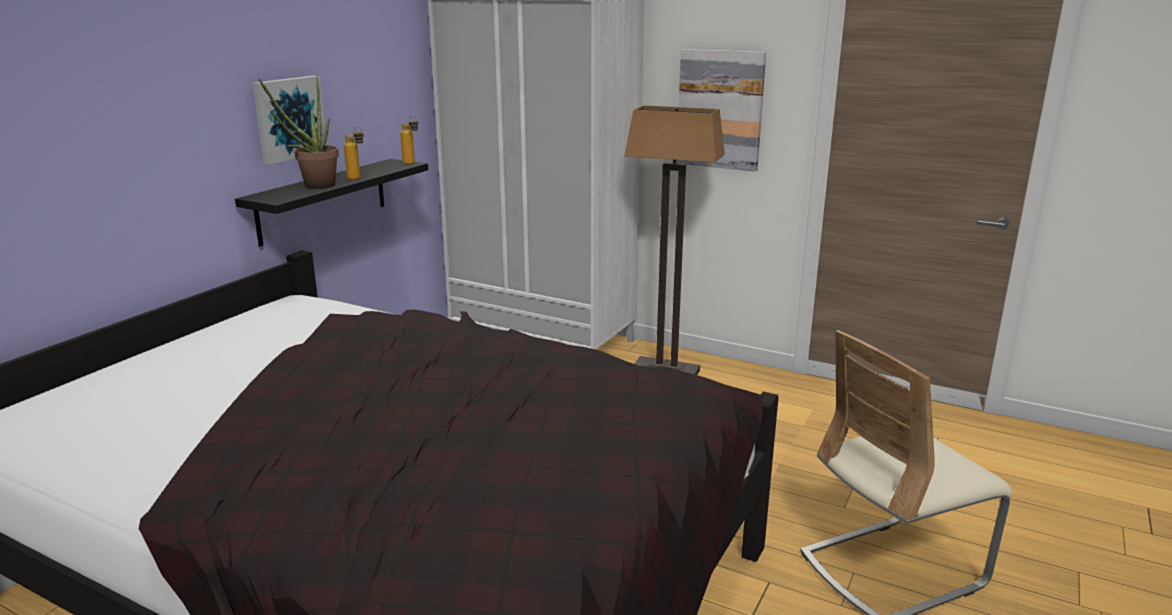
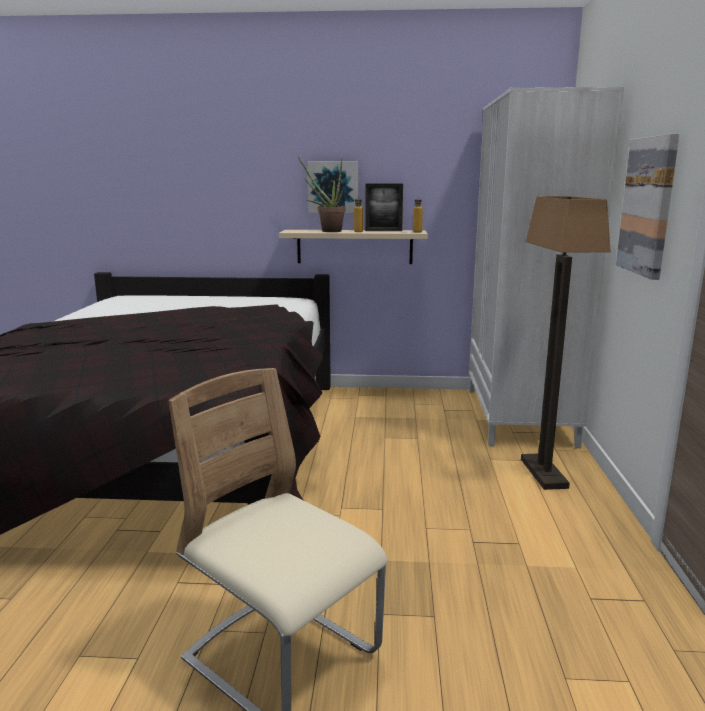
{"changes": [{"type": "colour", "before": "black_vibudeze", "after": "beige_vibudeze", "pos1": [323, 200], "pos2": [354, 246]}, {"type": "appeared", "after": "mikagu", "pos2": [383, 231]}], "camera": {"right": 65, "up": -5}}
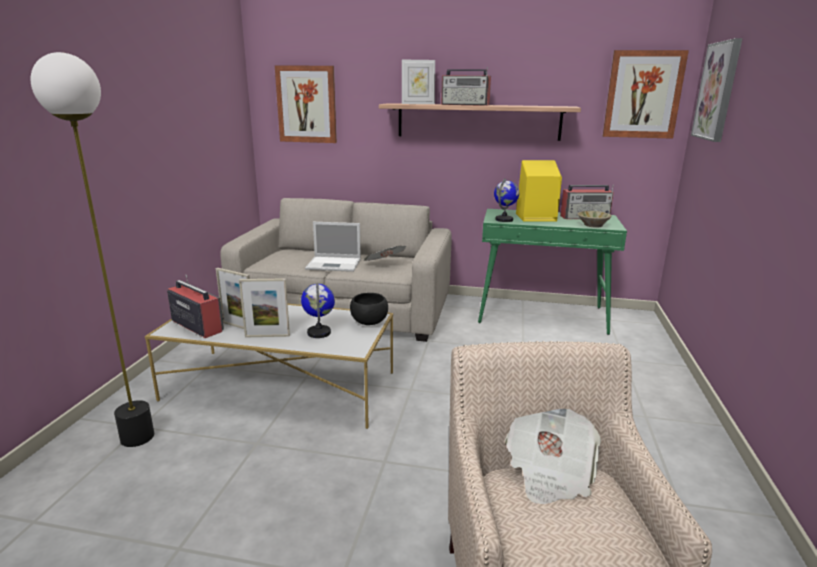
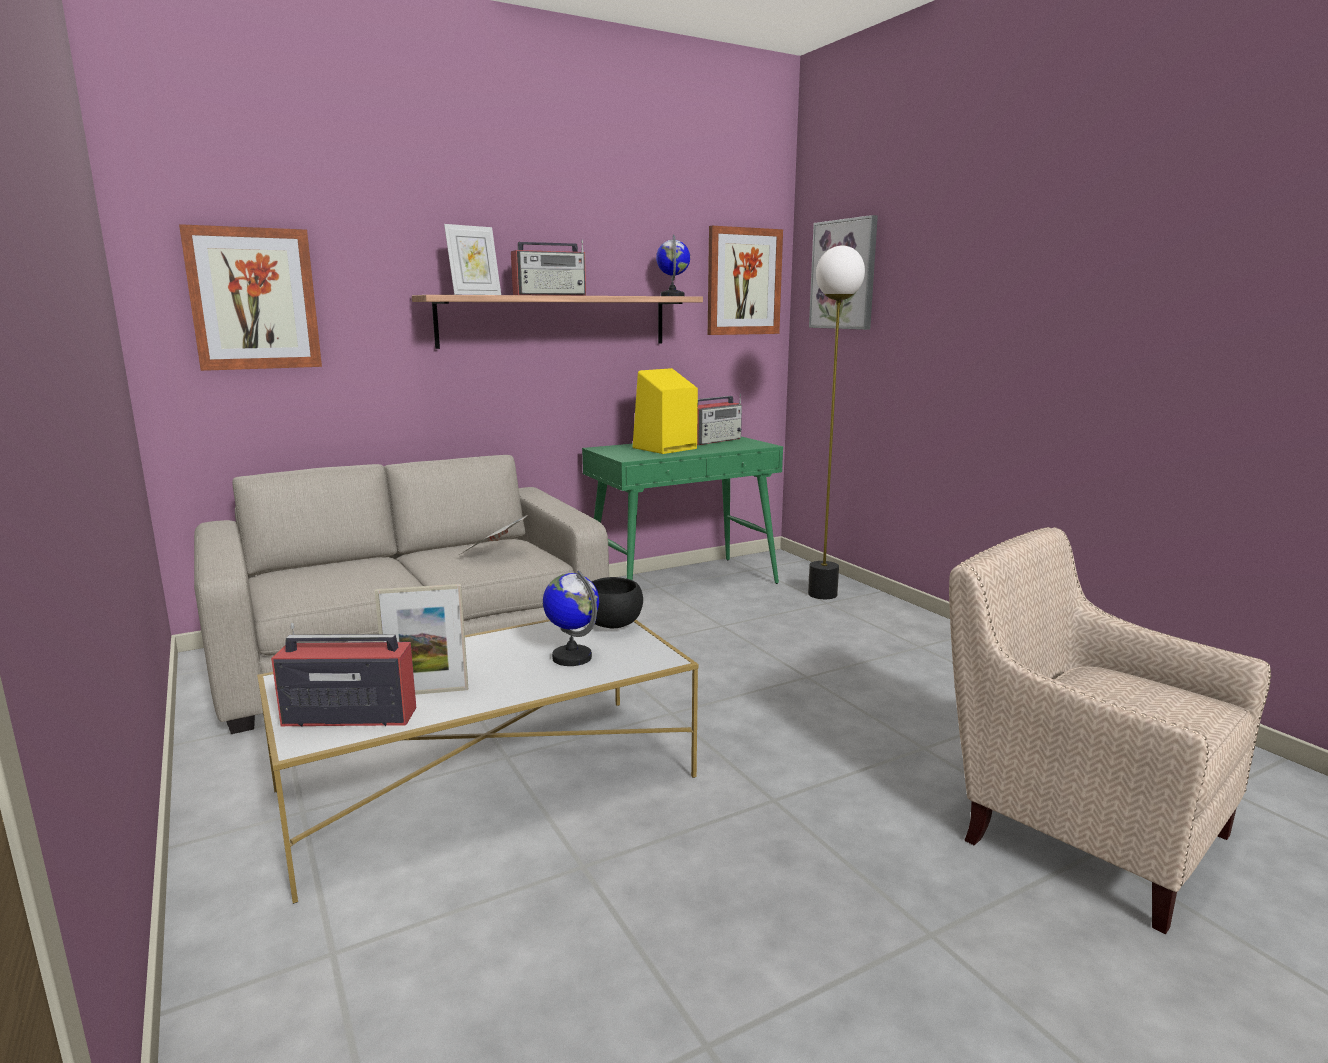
{"changes": [{"type": "relocated", "before": "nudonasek", "pos1": [137, 437], "pos2": [822, 594]}, {"type": "relocated", "before": "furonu", "pos1": [504, 220], "pos2": [672, 296]}, {"type": "missing", "before": "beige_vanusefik", "pos1": [592, 225]}, {"type": "missing", "before": "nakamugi", "pos1": [335, 264]}, {"type": "missing", "before": "mikagu", "pos1": [267, 336]}, {"type": "missing", "before": "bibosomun", "pos1": [549, 472]}], "camera": {"right": -40, "up": -5}}
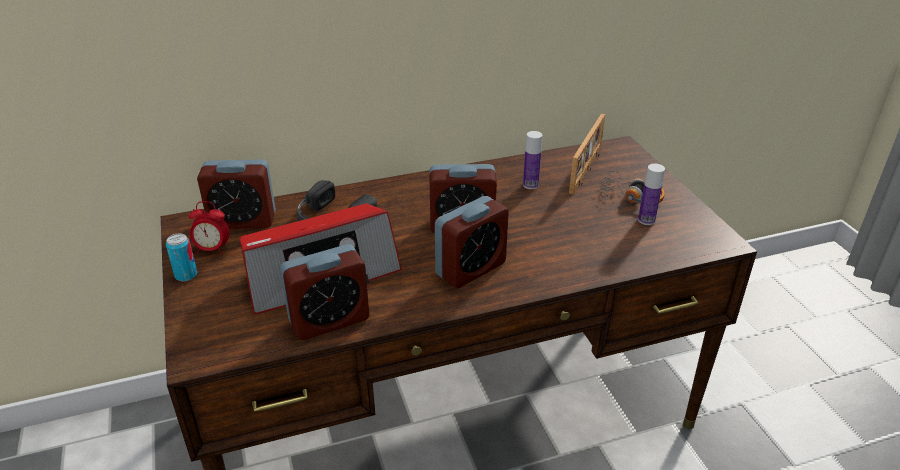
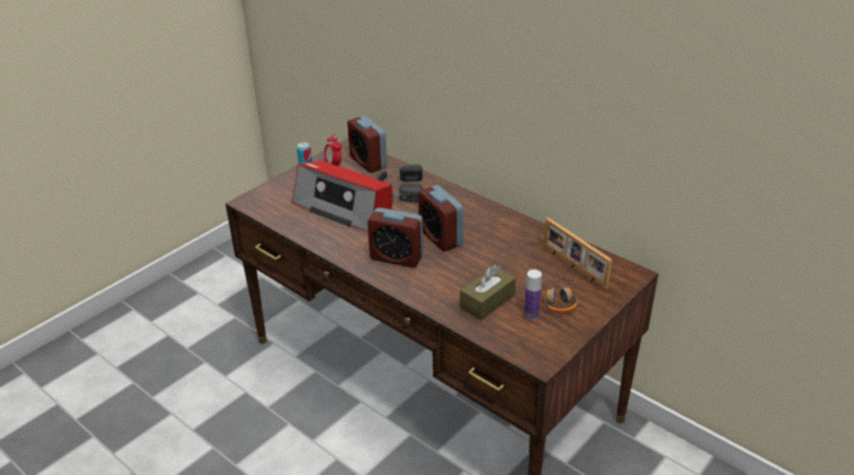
{"changes": [{"type": "spun", "before": "mikagu", "pos1": [587, 170], "pos2": [573, 267], "turn": 60}, {"type": "missing", "before": "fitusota", "pos1": [530, 185]}, {"type": "missing", "before": "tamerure", "pos1": [329, 320]}, {"type": "appeared", "after": "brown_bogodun", "pos2": [487, 301]}], "camera": {"right": 60, "up": 0}}
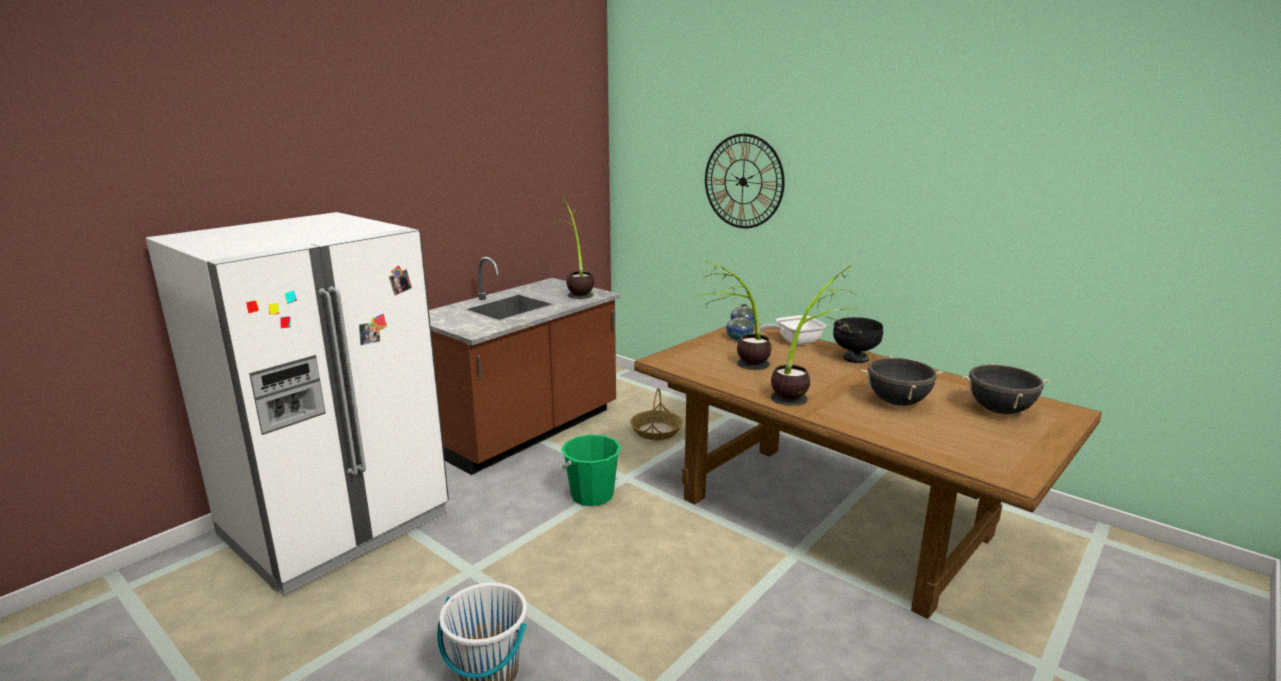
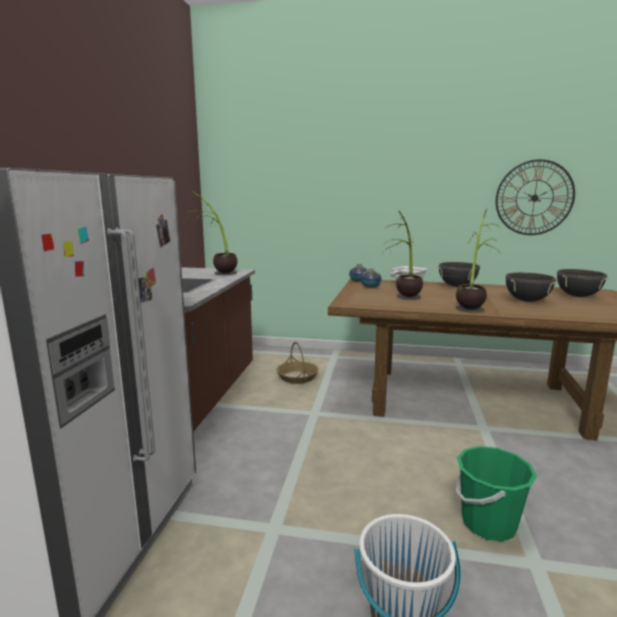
{"changes": [{"type": "relocated", "before": "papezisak", "pos1": [743, 181], "pos2": [534, 198]}, {"type": "exchanged", "before": "black_vanusefik", "after": "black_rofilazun", "pos1": [854, 358], "pos2": [457, 286]}, {"type": "relocated", "before": "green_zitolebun", "pos1": [592, 495], "pos2": [488, 523]}], "camera": {"right": -30, "up": -5}}
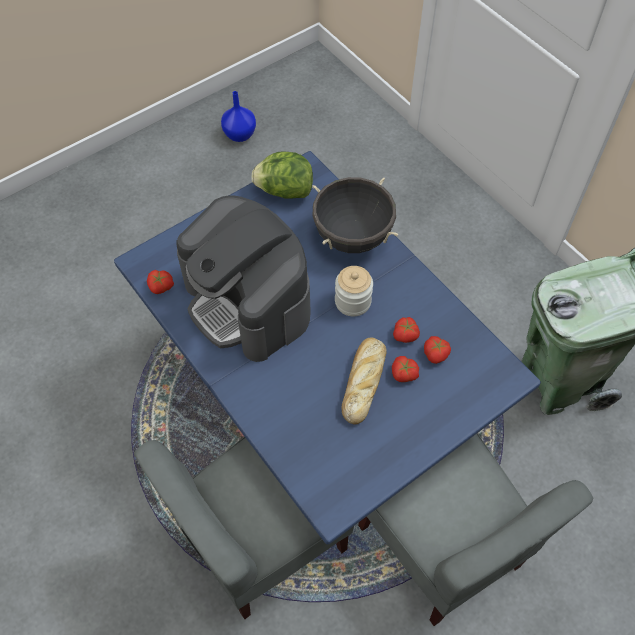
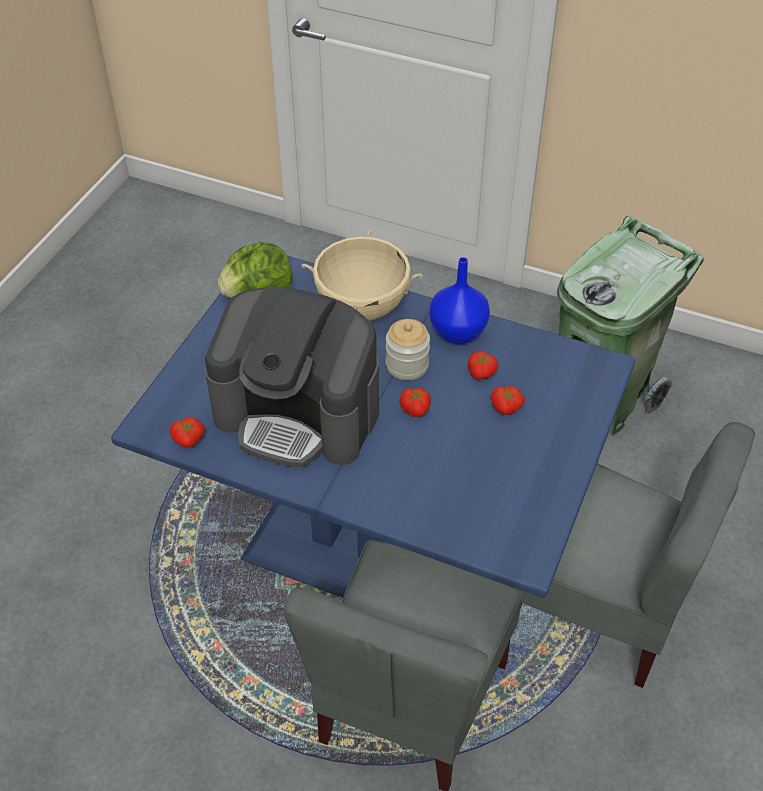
{"changes": [{"type": "relocated", "before": "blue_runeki", "pos1": [239, 134], "pos2": [456, 332]}, {"type": "colour", "before": "black_rofilazun", "after": "beige_rofilazun", "pos1": [352, 237], "pos2": [362, 307]}, {"type": "relocated", "before": "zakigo", "pos1": [436, 354], "pos2": [415, 408]}, {"type": "missing", "before": "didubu", "pos1": [364, 381]}], "camera": {"right": -30, "up": -10}}
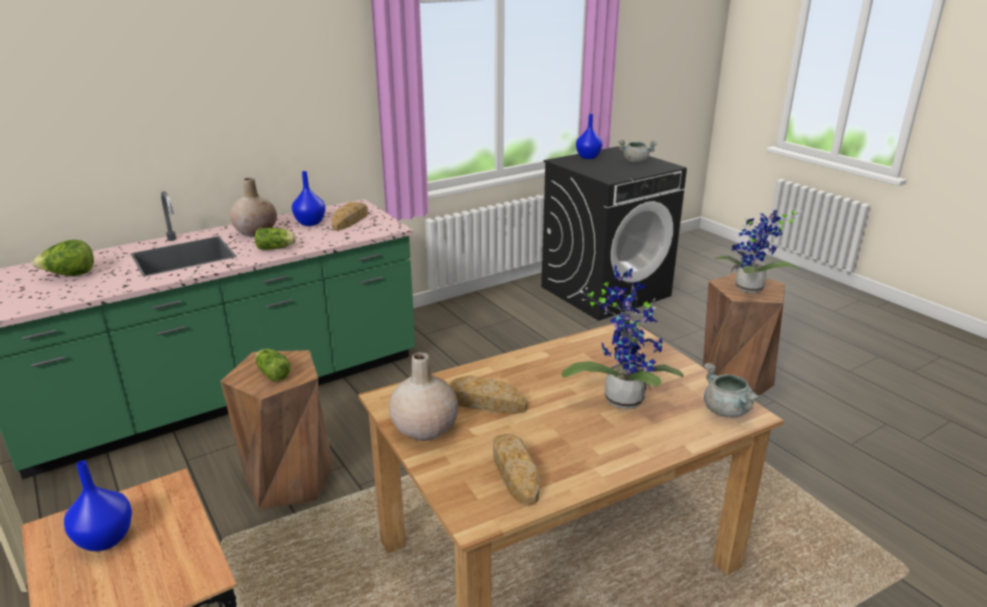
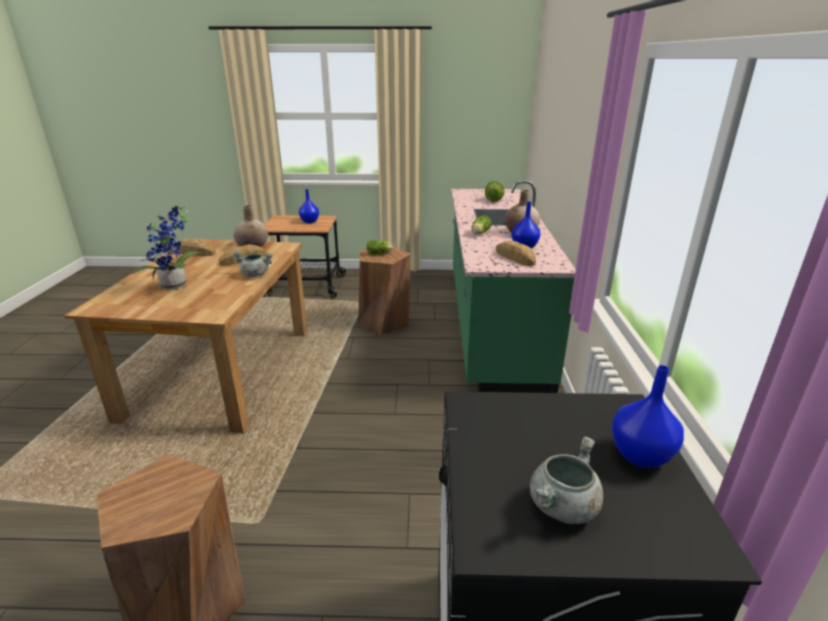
{"changes": [{"type": "missing", "before": "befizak", "pos1": [750, 290]}, {"type": "relocated", "before": "grey_rofilazun", "pos1": [727, 411], "pos2": [255, 274]}], "camera": {"right": 125, "up": 0}}
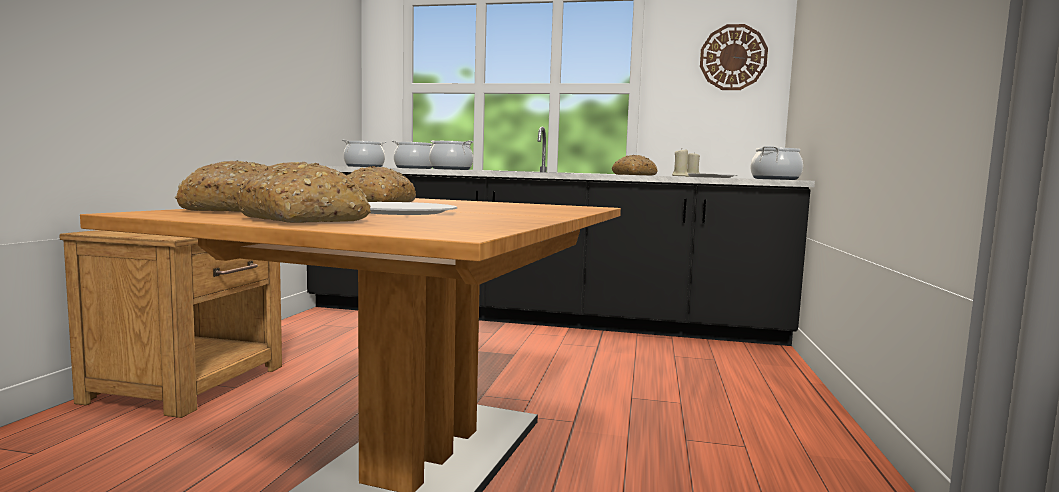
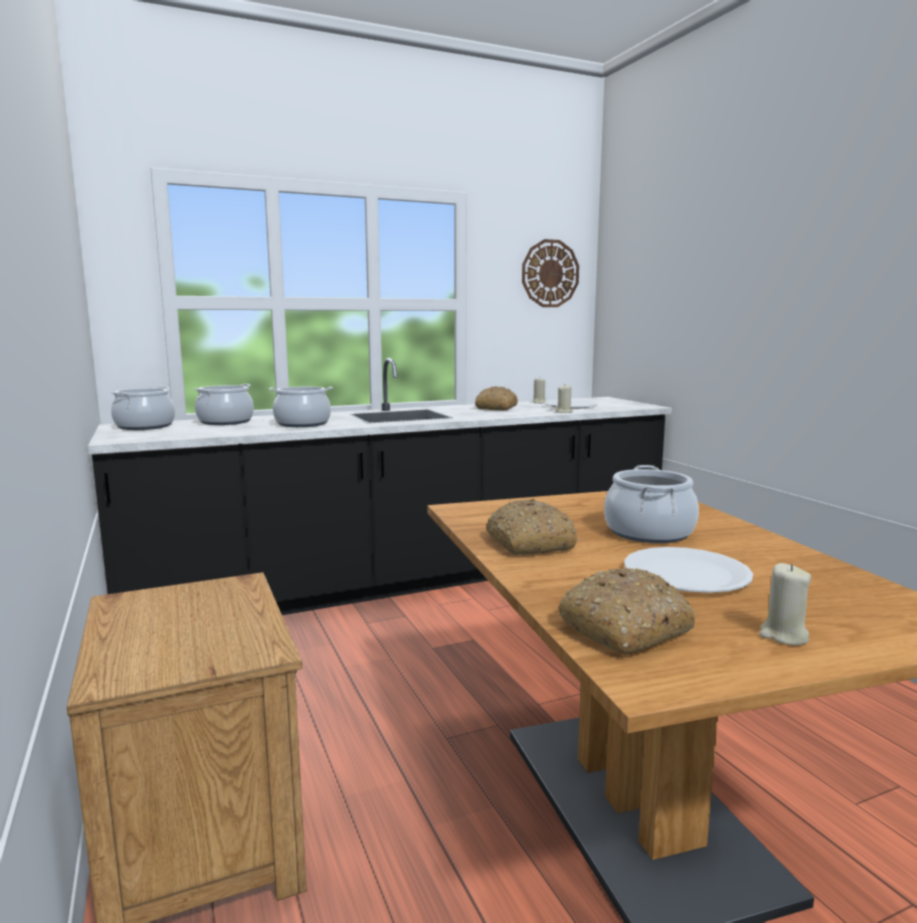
{"changes": [{"type": "relocated", "before": "rofilazun", "pos1": [775, 179], "pos2": [649, 532]}, {"type": "exchanged", "before": "didubu", "after": "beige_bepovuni", "pos1": [306, 219], "pos2": [783, 636]}], "camera": {"right": -35, "up": 5}}
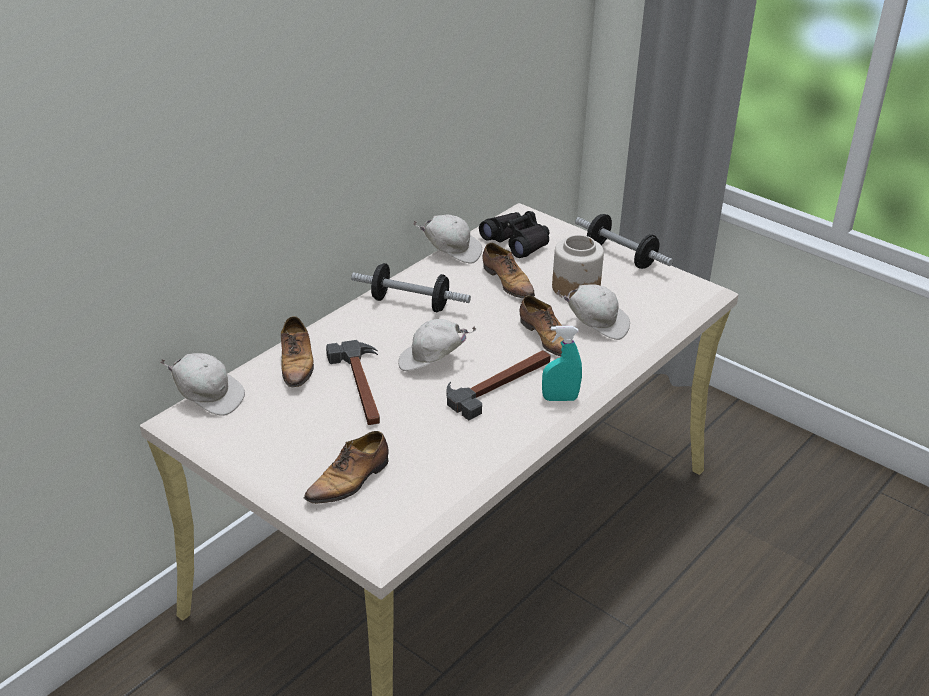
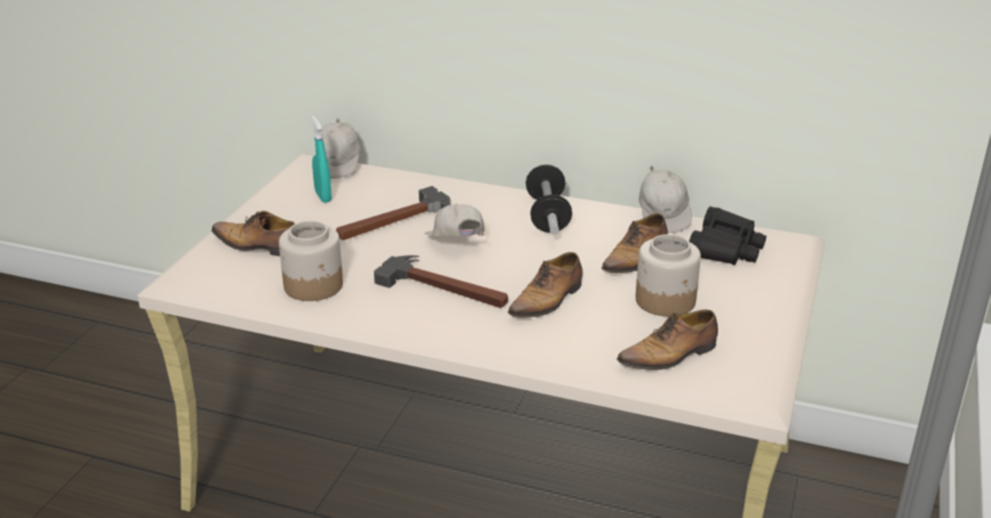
{"changes": [{"type": "missing", "before": "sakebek", "pos1": [621, 256]}, {"type": "missing", "before": "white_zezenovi", "pos1": [596, 325]}, {"type": "relocated", "before": "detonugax", "pos1": [297, 363], "pos2": [670, 355]}, {"type": "relocated", "before": "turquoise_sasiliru", "pos1": [560, 398], "pos2": [323, 196]}, {"type": "appeared", "after": "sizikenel", "pos2": [314, 286]}], "camera": {"right": 70, "up": -5}}
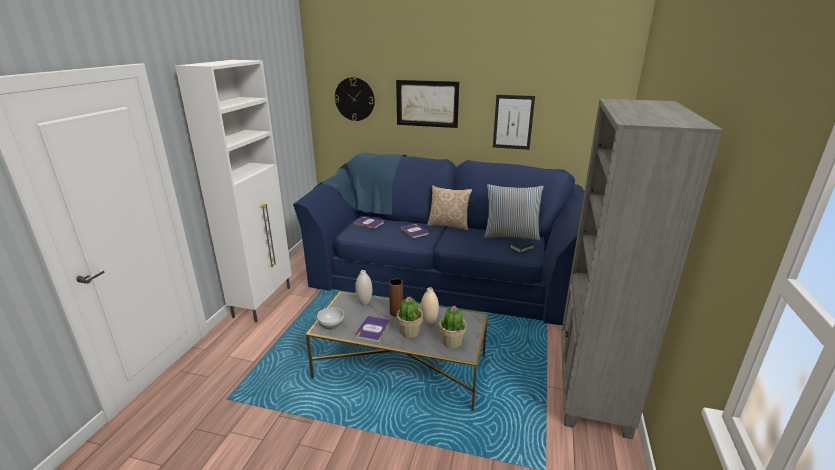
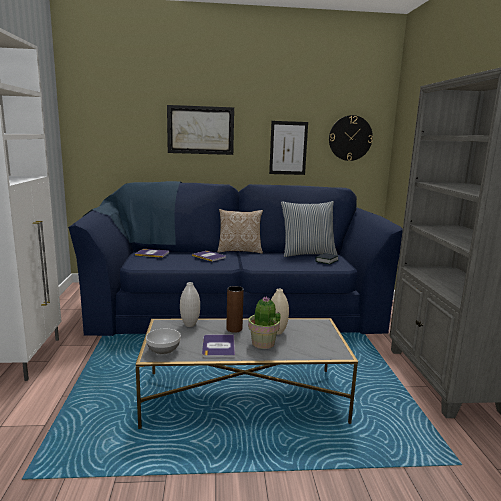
{"changes": [{"type": "relocated", "before": "papezisak", "pos1": [354, 99], "pos2": [350, 138]}, {"type": "missing", "before": "befizak", "pos1": [452, 342]}], "camera": {"right": -20, "up": -10}}
